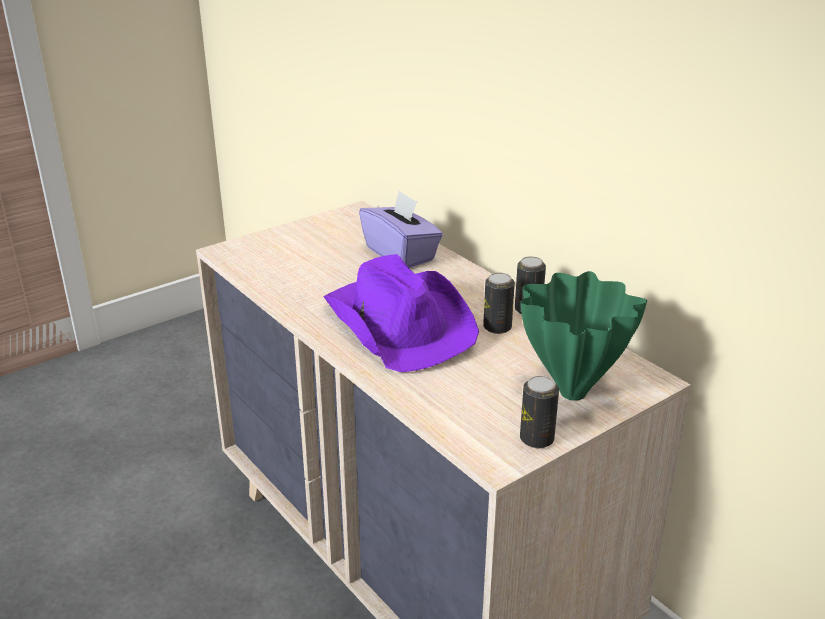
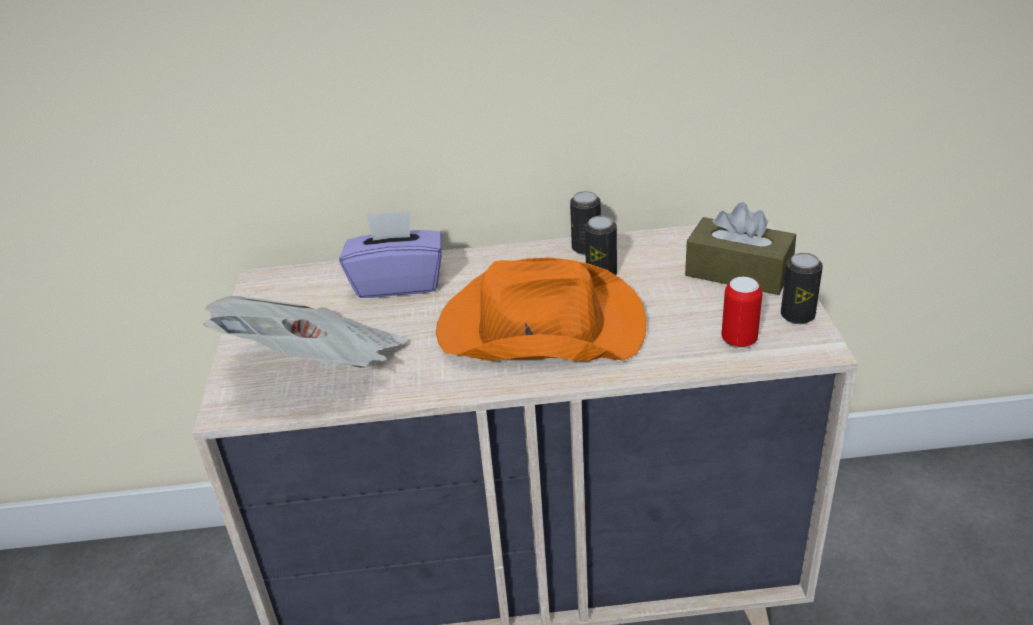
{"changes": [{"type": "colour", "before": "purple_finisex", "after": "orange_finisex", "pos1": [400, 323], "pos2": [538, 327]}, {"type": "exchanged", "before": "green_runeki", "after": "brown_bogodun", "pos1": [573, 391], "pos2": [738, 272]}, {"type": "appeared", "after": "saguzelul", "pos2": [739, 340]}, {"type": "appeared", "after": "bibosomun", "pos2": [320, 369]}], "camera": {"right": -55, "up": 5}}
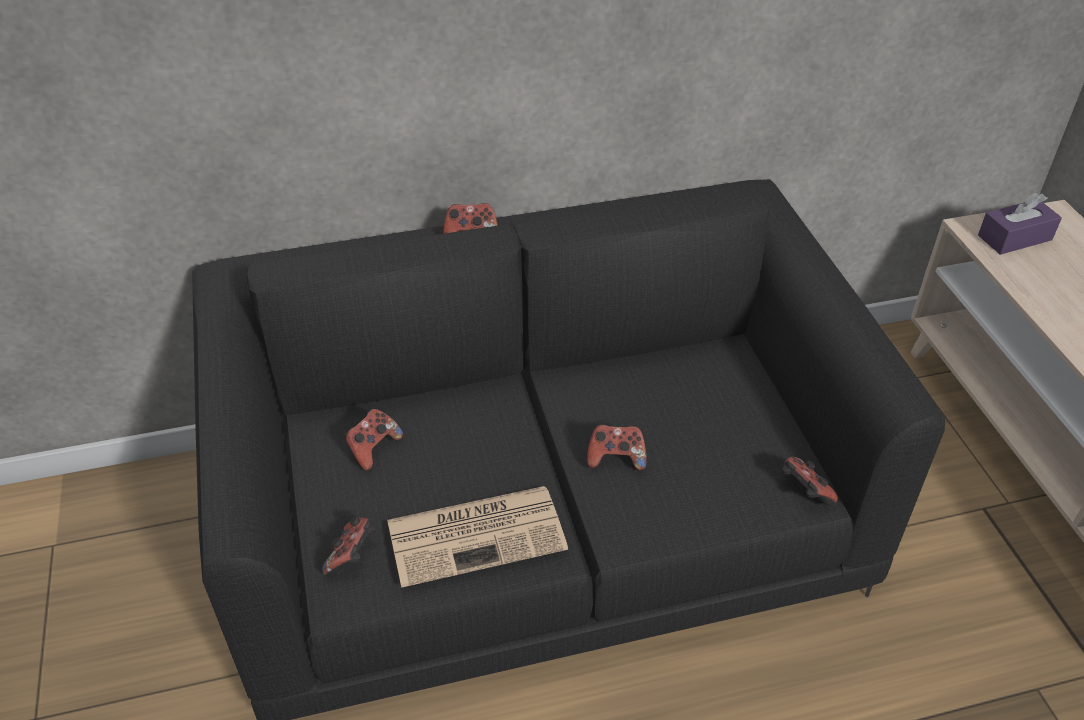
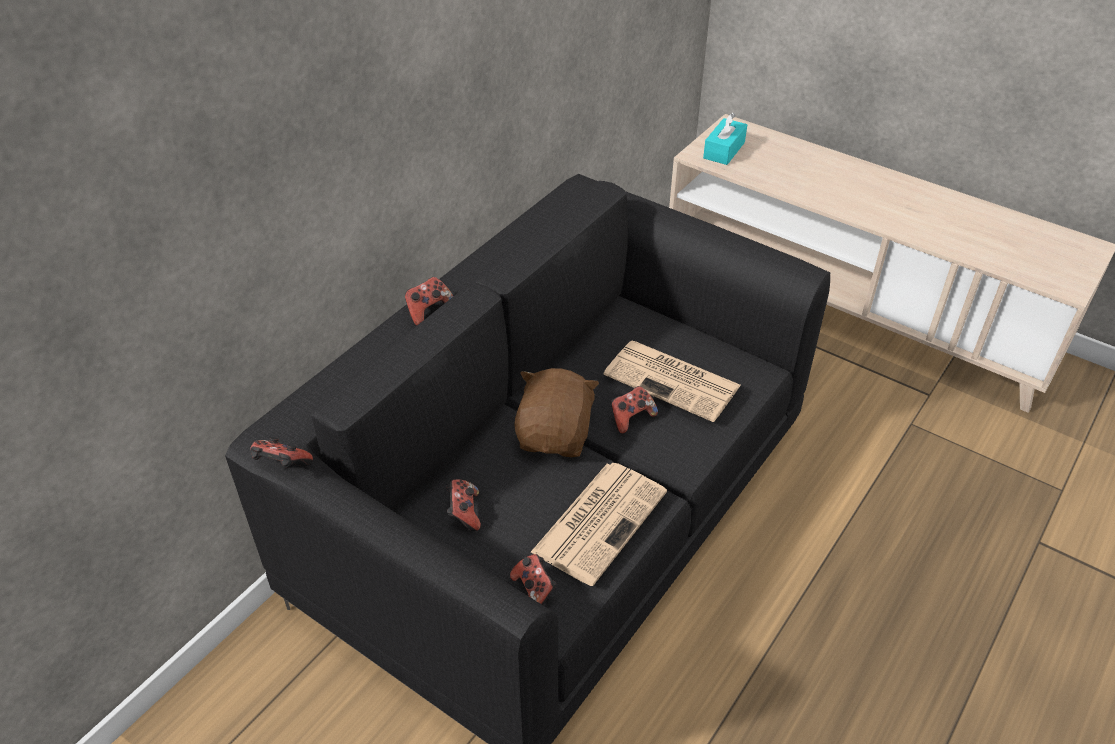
{"changes": [{"type": "colour", "before": "purple_bogodun", "after": "turquoise_bogodun", "pos1": [1014, 238], "pos2": [724, 150]}, {"type": "relocated", "before": "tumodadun", "pos1": [804, 492], "pos2": [282, 466]}, {"type": "appeared", "after": "bibosomun", "pos2": [674, 381]}, {"type": "appeared", "after": "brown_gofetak", "pos2": [555, 435]}], "camera": {"right": -40, "up": 0}}
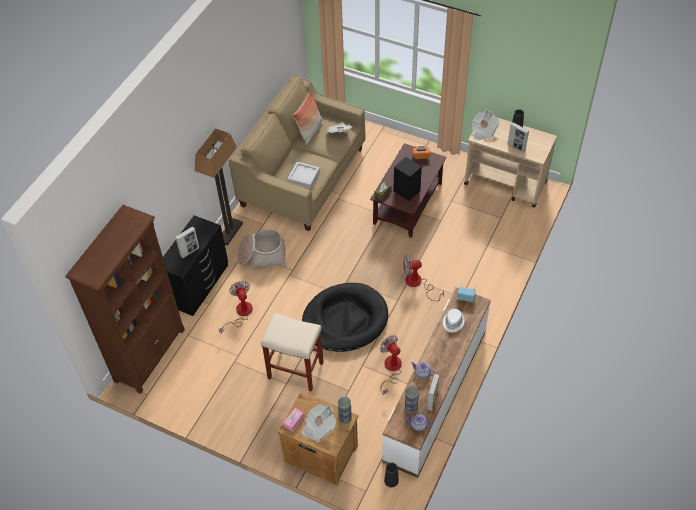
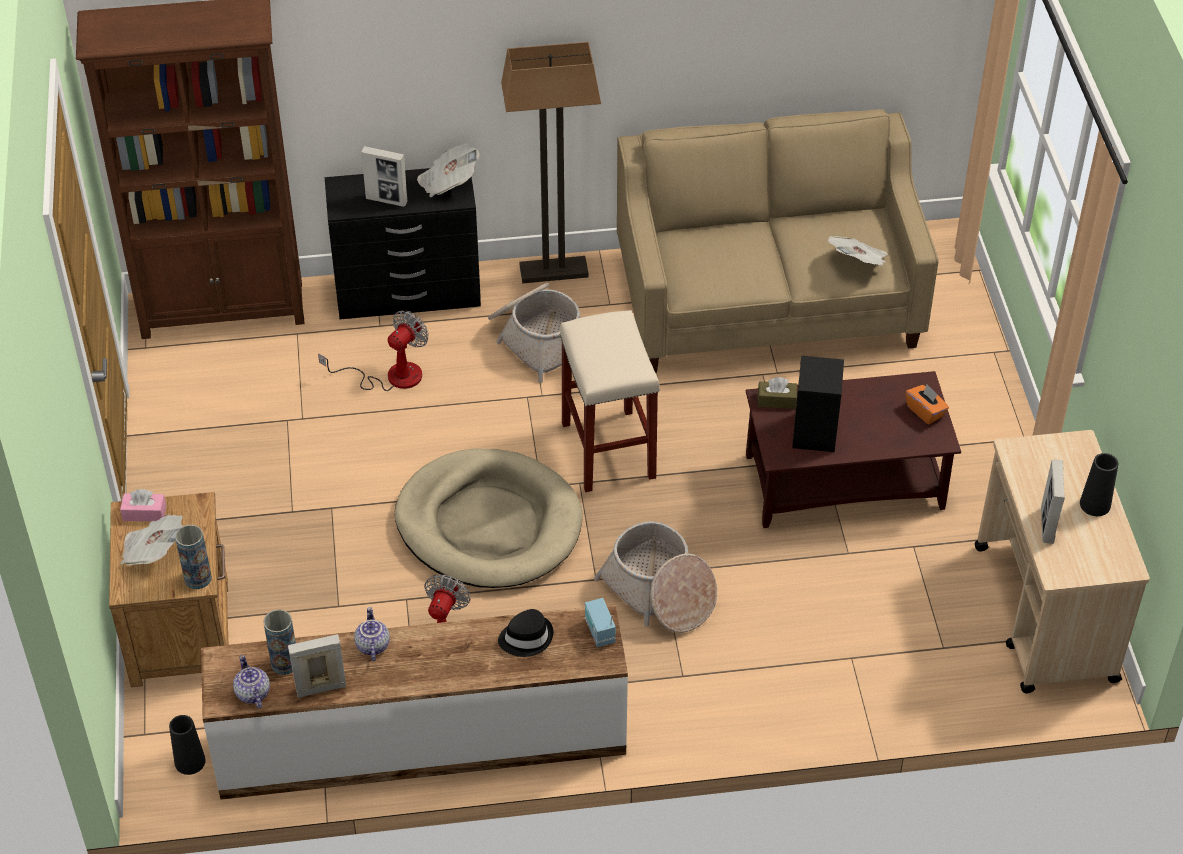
{"changes": [{"type": "missing", "before": "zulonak", "pos1": [310, 131]}, {"type": "relocated", "before": "bibosomun", "pos1": [483, 131], "pos2": [448, 182]}, {"type": "missing", "before": "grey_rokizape", "pos1": [303, 177]}, {"type": "exchanged", "before": "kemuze", "after": "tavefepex", "pos1": [418, 284], "pos2": [659, 592]}, {"type": "colour", "before": "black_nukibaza", "after": "beige_nukibaza", "pos1": [345, 320], "pos2": [489, 524]}, {"type": "colour", "before": "white_finisex", "after": "black_finisex", "pos1": [453, 322], "pos2": [526, 637]}, {"type": "relocated", "before": "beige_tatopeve", "pos1": [296, 370], "pos2": [609, 451]}], "camera": {"right": 55, "up": -5}}
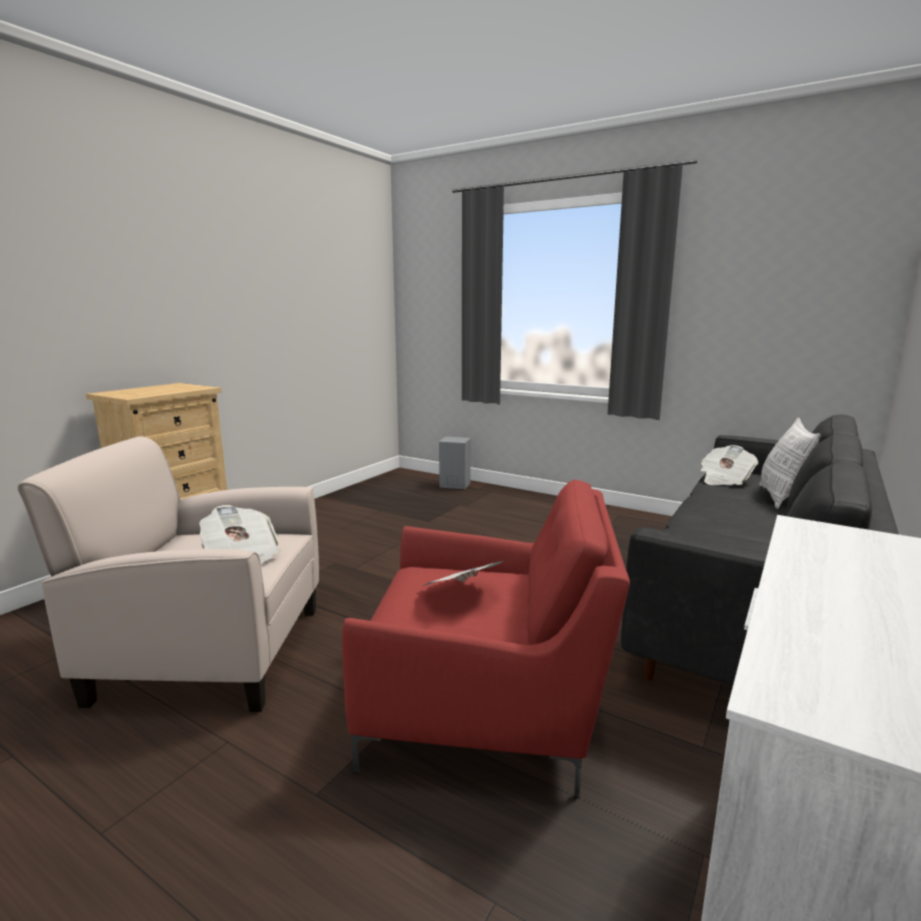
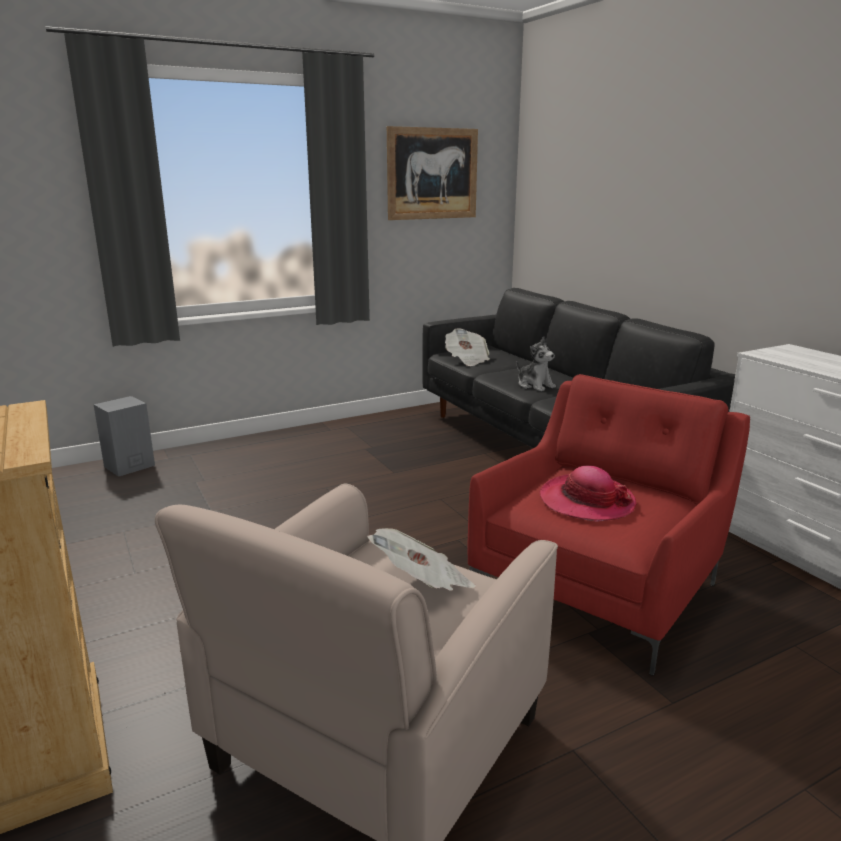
{"changes": [{"type": "missing", "before": "zulonak", "pos1": [780, 497]}, {"type": "exchanged", "before": "bibosomun", "after": "finisex", "pos1": [461, 594], "pos2": [586, 501]}, {"type": "appeared", "after": "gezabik", "pos2": [432, 174]}, {"type": "appeared", "after": "gofetak", "pos2": [535, 385]}], "camera": {"right": -60, "up": 5}}
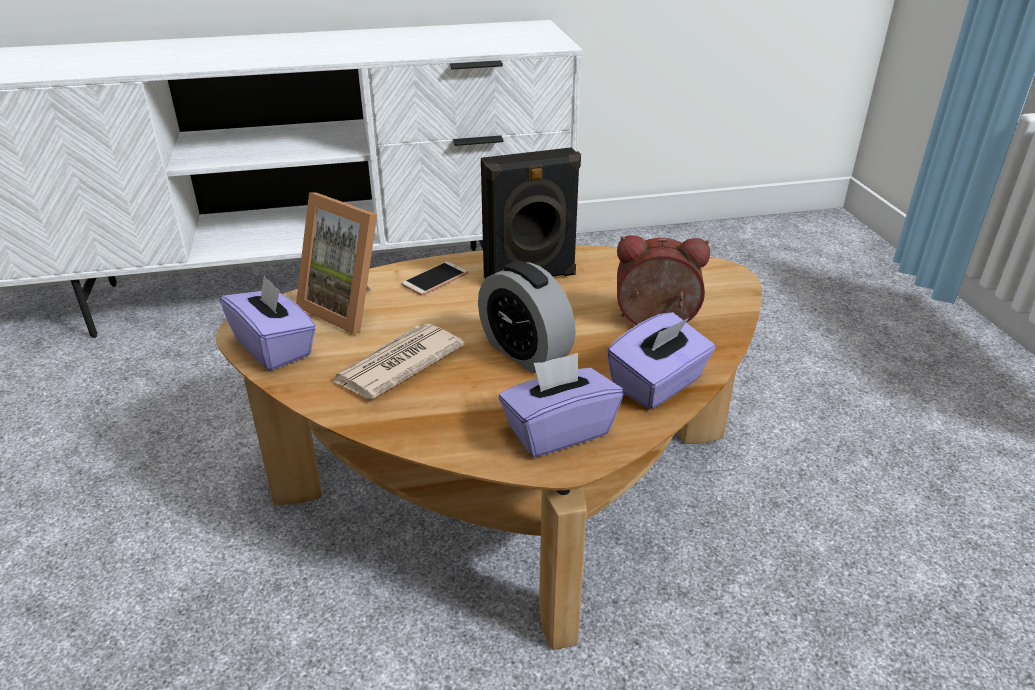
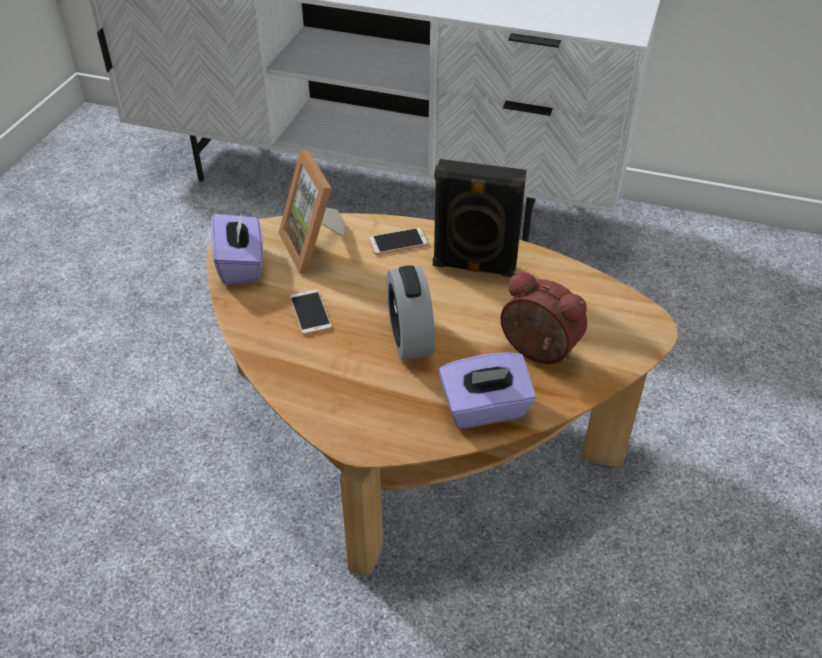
{"changes": [{"type": "exchanged", "before": "bibosomun", "after": "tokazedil", "pos1": [397, 365], "pos2": [310, 313]}, {"type": "missing", "before": "purple_bogodun", "pos1": [558, 431]}], "camera": {"right": 30, "up": 10}}
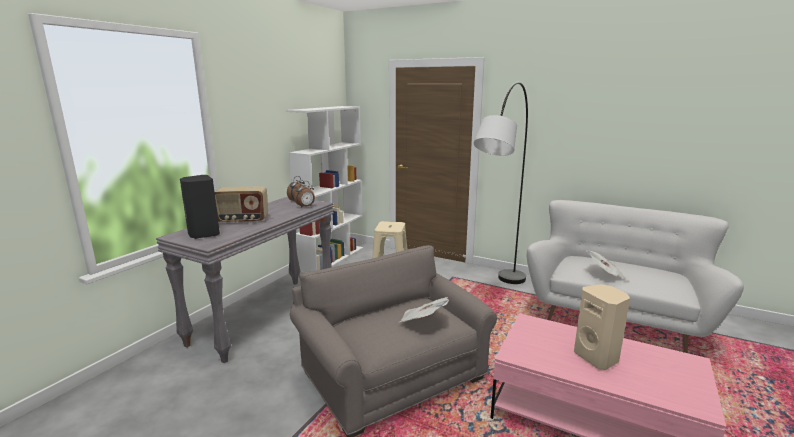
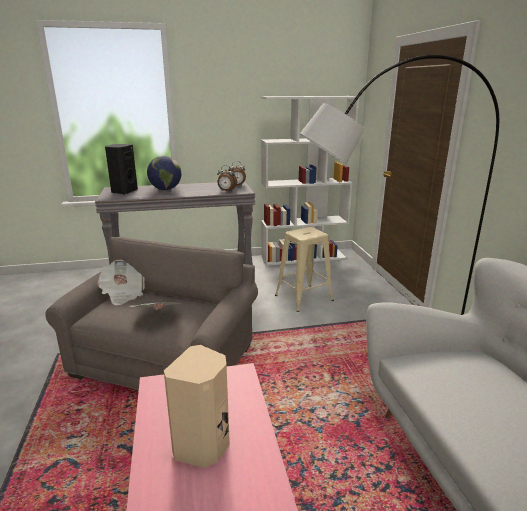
{"changes": [{"type": "exchanged", "before": "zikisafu", "after": "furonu", "pos1": [243, 220], "pos2": [165, 189]}, {"type": "relocated", "before": "bibosomun", "pos1": [605, 275], "pos2": [123, 293]}], "camera": {"right": 50, "up": 5}}
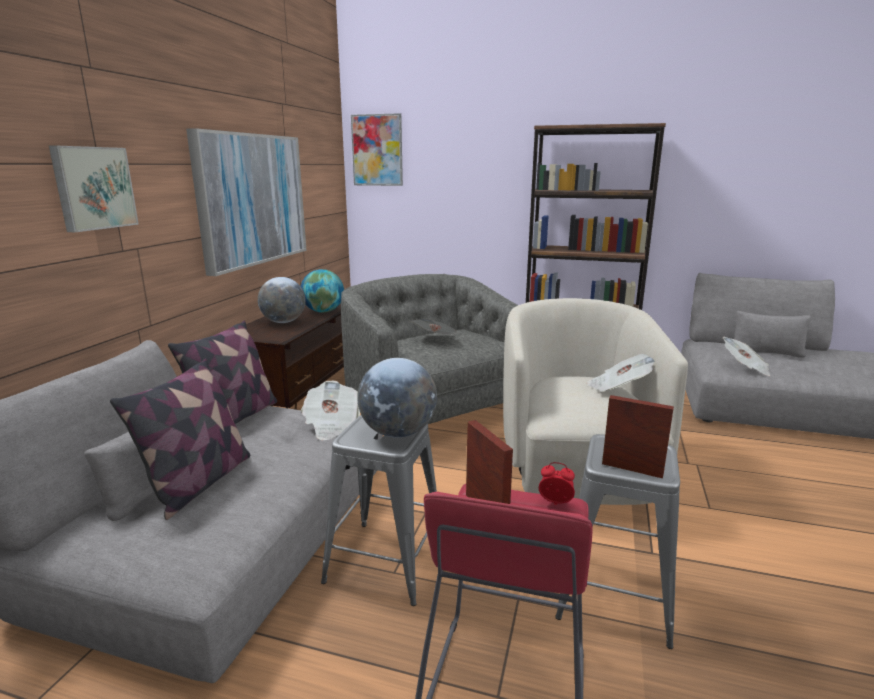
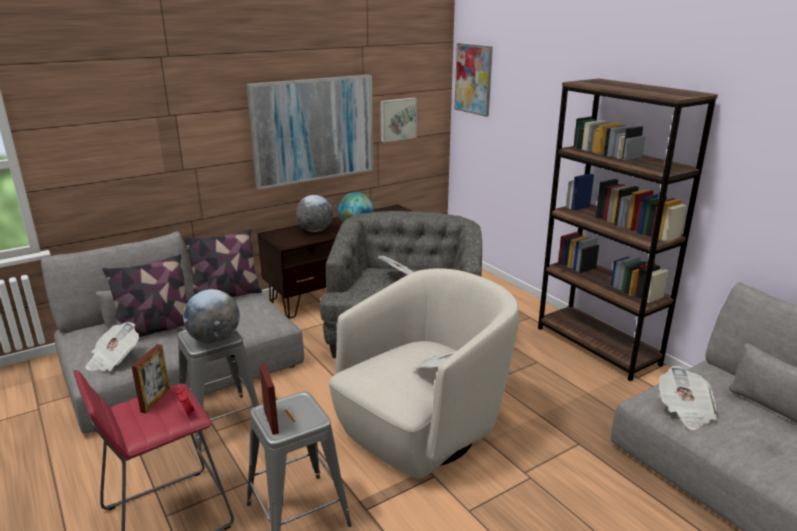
{"changes": [{"type": "relocated", "before": "gezabik", "pos1": [93, 188], "pos2": [397, 119]}, {"type": "relocated", "before": "bibosomun", "pos1": [332, 425], "pos2": [114, 359]}], "camera": {"right": 40, "up": 5}}
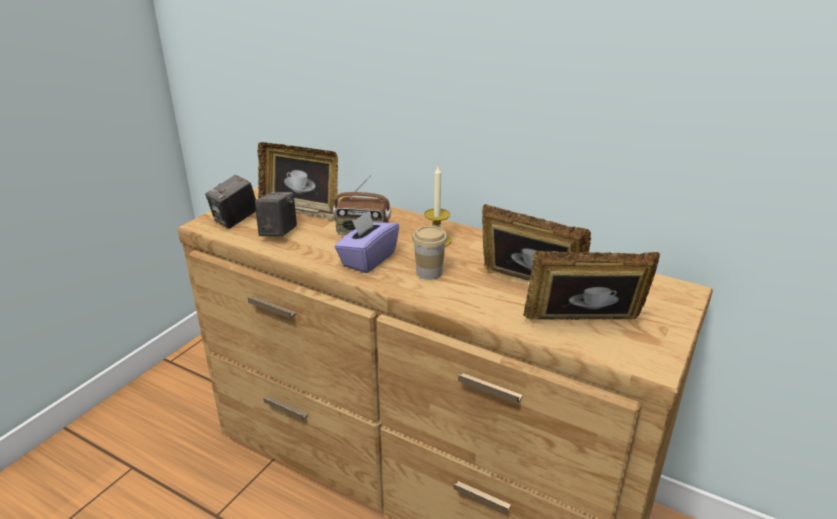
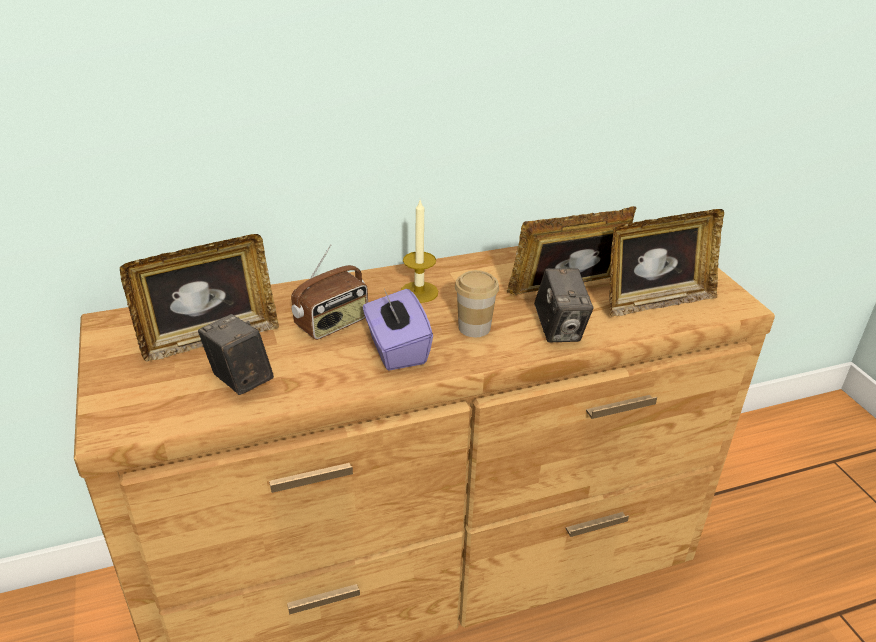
{"changes": [{"type": "relocated", "before": "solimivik", "pos1": [235, 220], "pos2": [559, 330]}, {"type": "spun", "before": "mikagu", "pos1": [584, 326], "pos2": [656, 301], "turn": -150}], "camera": {"right": -50, "up": 5}}
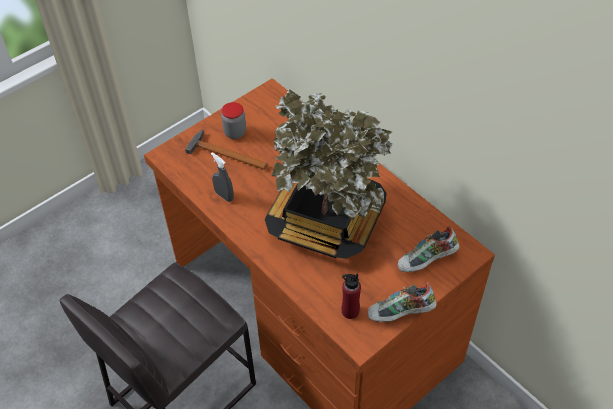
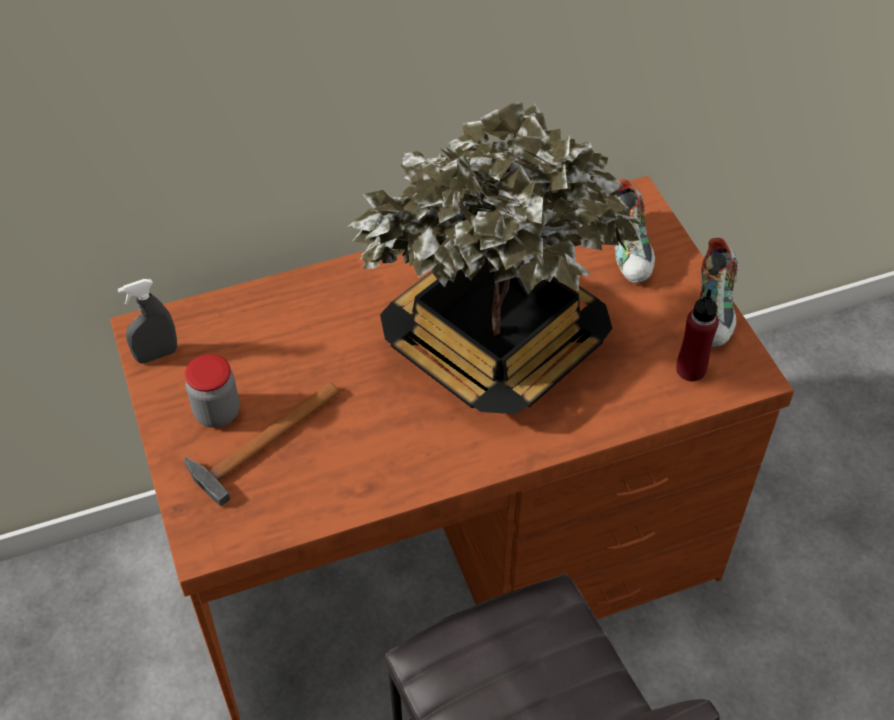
{"changes": [{"type": "relocated", "before": "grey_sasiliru", "pos1": [224, 196], "pos2": [157, 355]}], "camera": {"right": -70, "up": 0}}
